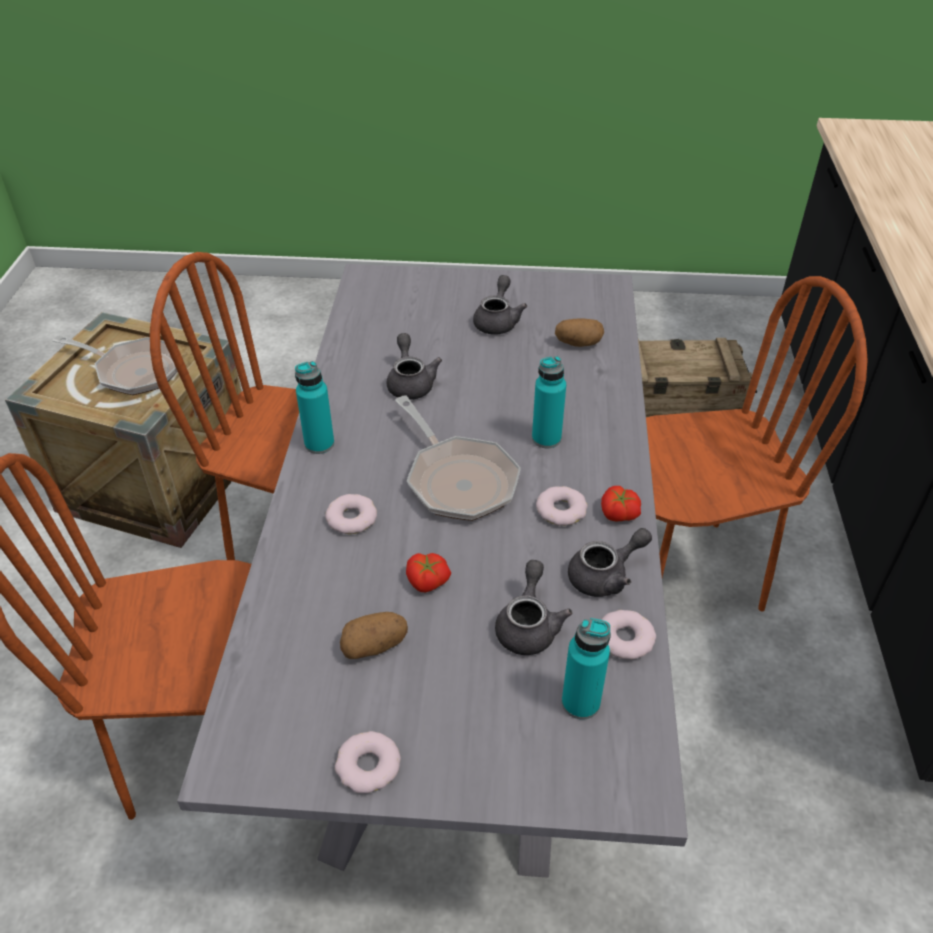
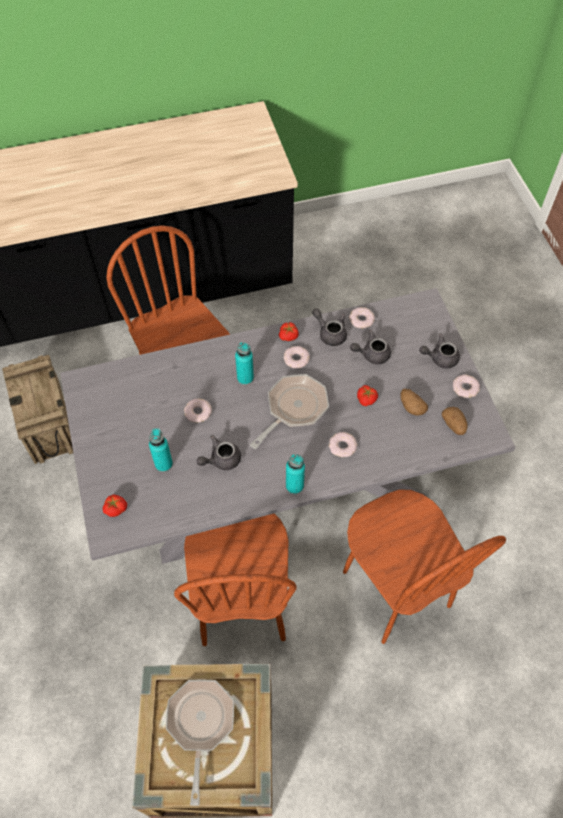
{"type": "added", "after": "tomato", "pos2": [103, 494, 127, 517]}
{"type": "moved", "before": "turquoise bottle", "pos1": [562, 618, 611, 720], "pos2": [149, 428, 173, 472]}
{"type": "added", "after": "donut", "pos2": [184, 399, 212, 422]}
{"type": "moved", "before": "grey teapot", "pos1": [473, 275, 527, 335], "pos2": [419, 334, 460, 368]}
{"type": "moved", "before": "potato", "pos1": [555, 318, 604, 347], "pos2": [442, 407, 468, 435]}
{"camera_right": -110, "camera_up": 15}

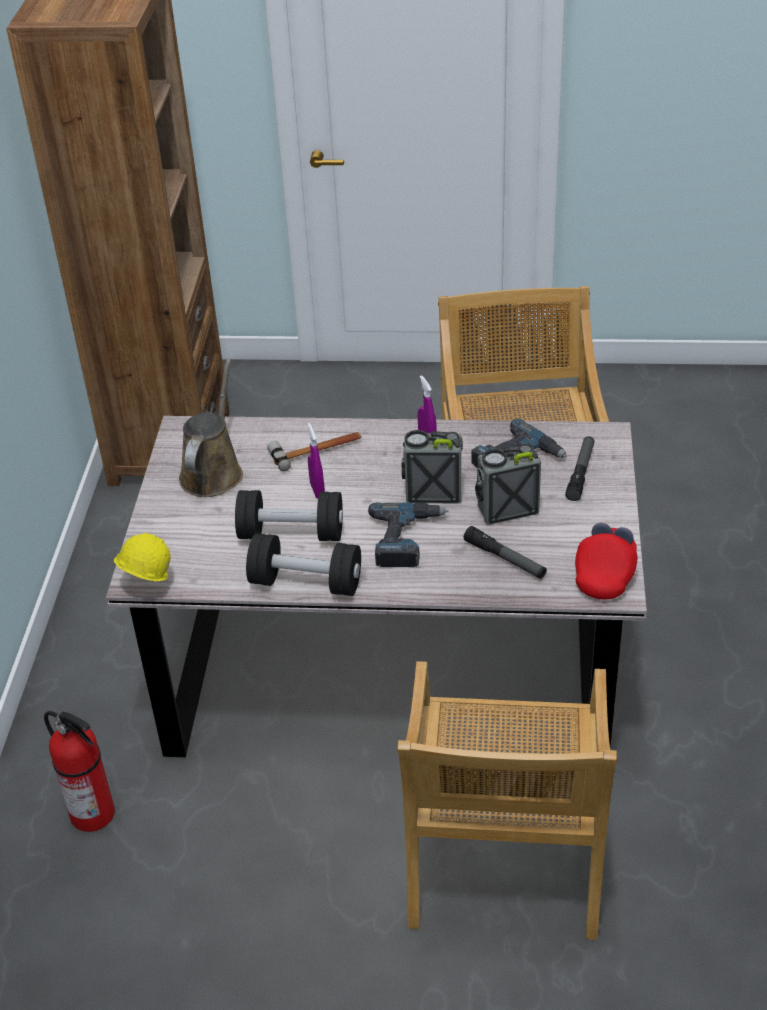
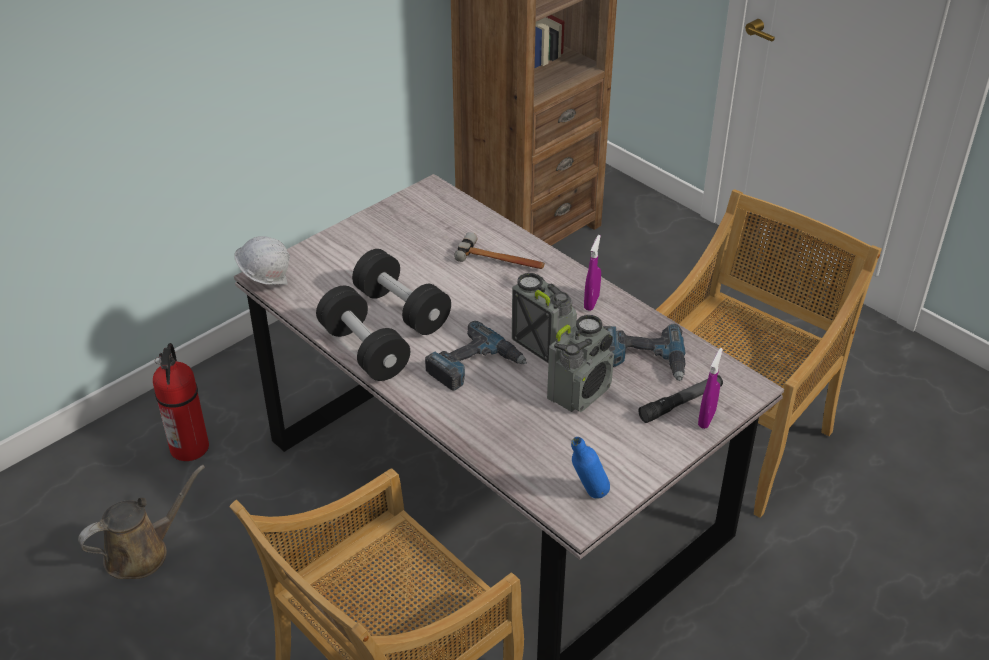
{"type": "moved", "before": "brown watering can", "pos1": [179, 358, 243, 497], "pos2": [78, 465, 205, 579]}
{"type": "recoloured", "before": "yellow hard hat", "after": "white hard hat", "pos1": [114, 533, 171, 581], "pos2": [234, 236, 290, 285]}
{"type": "turned", "before": "radio", "pos1": [475, 444, 541, 525], "pos2": [547, 315, 614, 412], "turn": 105}
{"type": "replaced", "before": "red cap", "after": "blue bottle", "pos1": [575, 523, 638, 599], "pos2": [571, 437, 610, 499]}
{"type": "moved", "before": "purple spray bottle", "pos1": [307, 423, 325, 498], "pos2": [698, 348, 723, 429]}
{"type": "removed", "before": "flashlight", "pos1": [464, 526, 547, 579]}
{"camera_right": 40, "camera_up": 0}

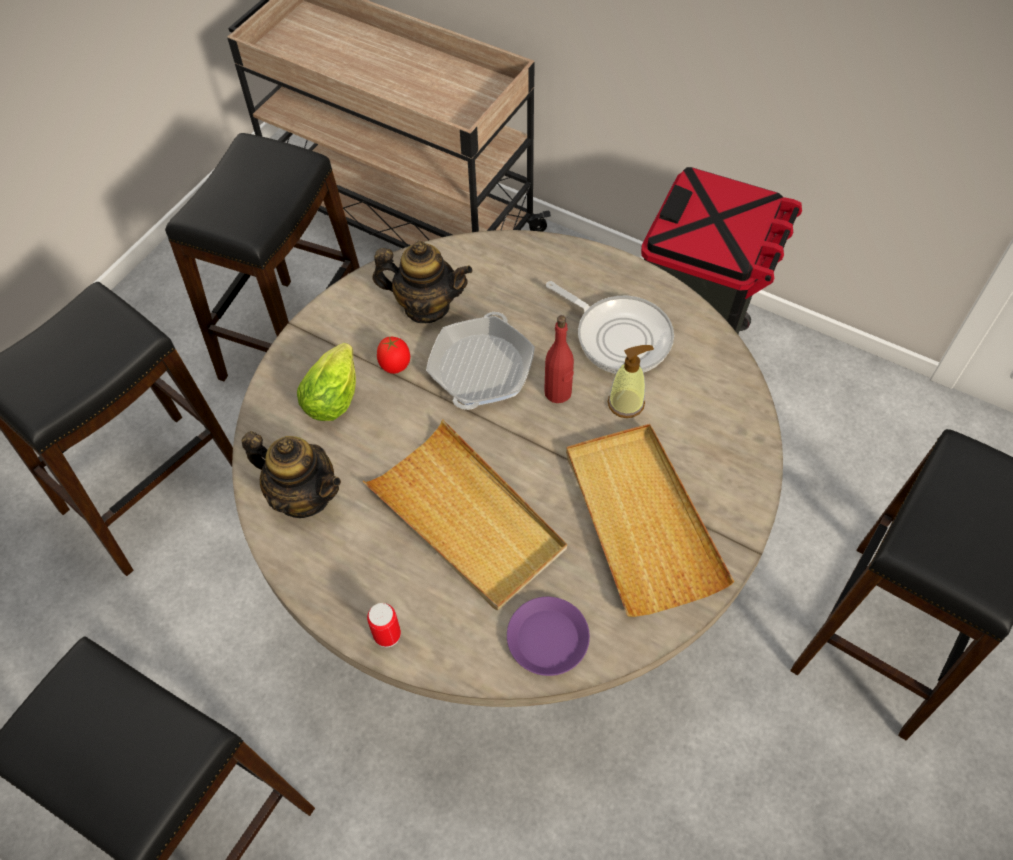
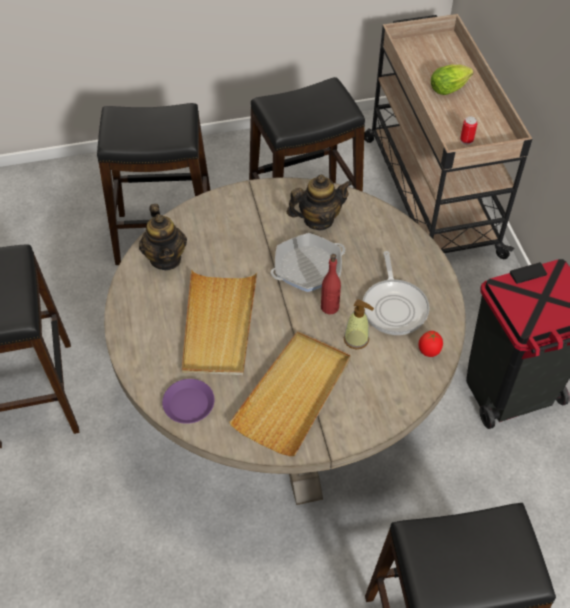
{"type": "turned", "before": "teapot", "pos1": [373, 241, 472, 323], "pos2": [287, 175, 352, 230], "turn": -75}
{"type": "moved", "before": "tomato", "pos1": [377, 337, 410, 374], "pos2": [418, 331, 443, 357]}
{"type": "moved", "before": "lettuce", "pos1": [297, 343, 356, 421], "pos2": [431, 65, 473, 95]}
{"type": "moved", "before": "can", "pos1": [367, 603, 401, 648], "pos2": [460, 117, 477, 145]}
{"camera_right": 45, "camera_up": -5}

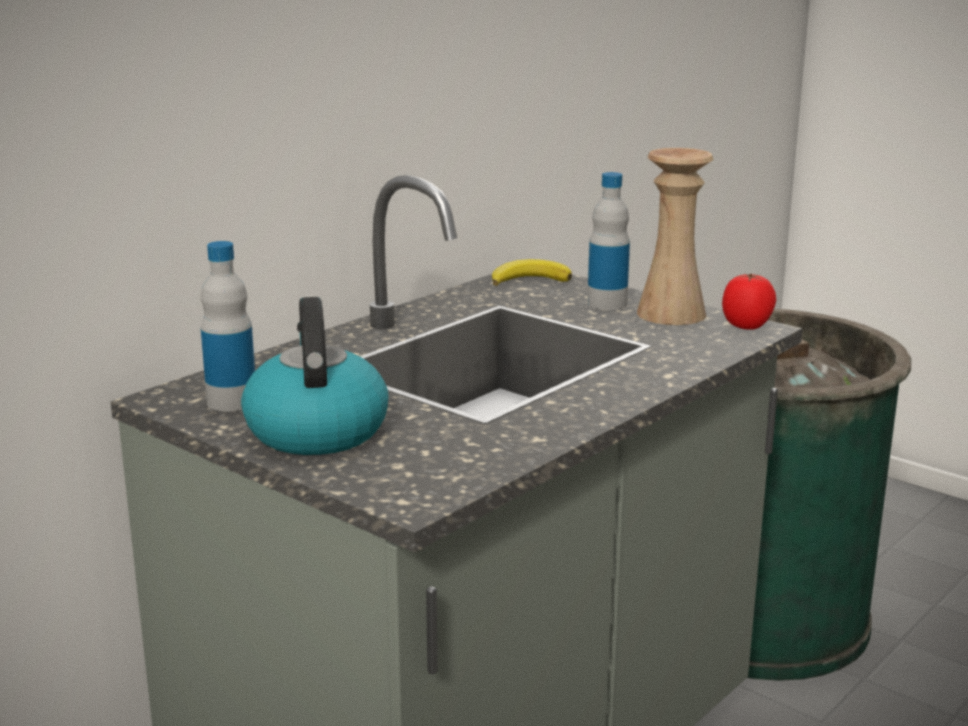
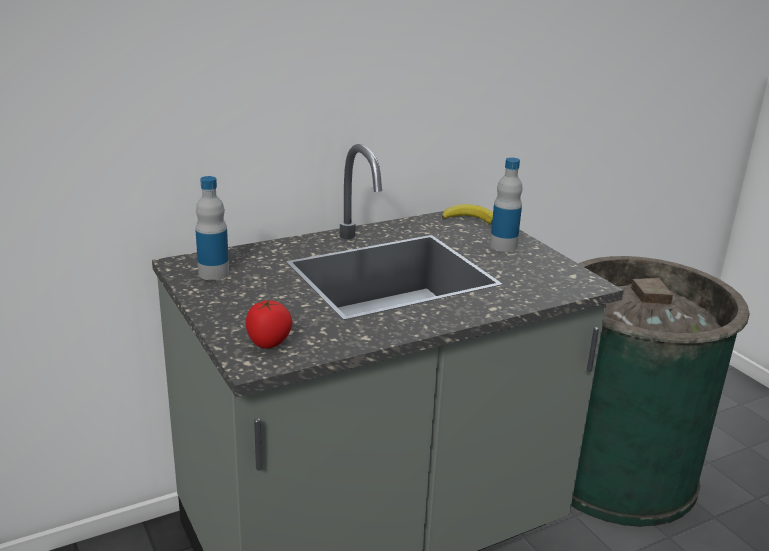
{"type": "moved", "before": "tomato", "pos1": [722, 274, 776, 330], "pos2": [245, 300, 293, 349]}
{"type": "removed", "before": "kettle", "pos1": [241, 297, 389, 455]}
{"type": "removed", "before": "beige vase", "pos1": [637, 148, 714, 325]}
{"camera_right": 20, "camera_up": 5}

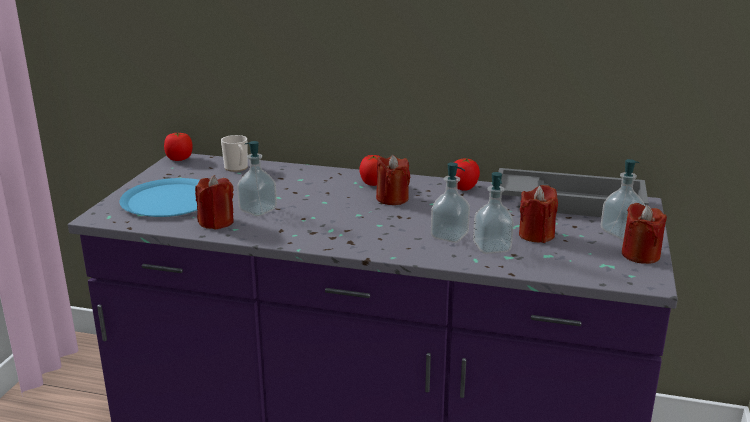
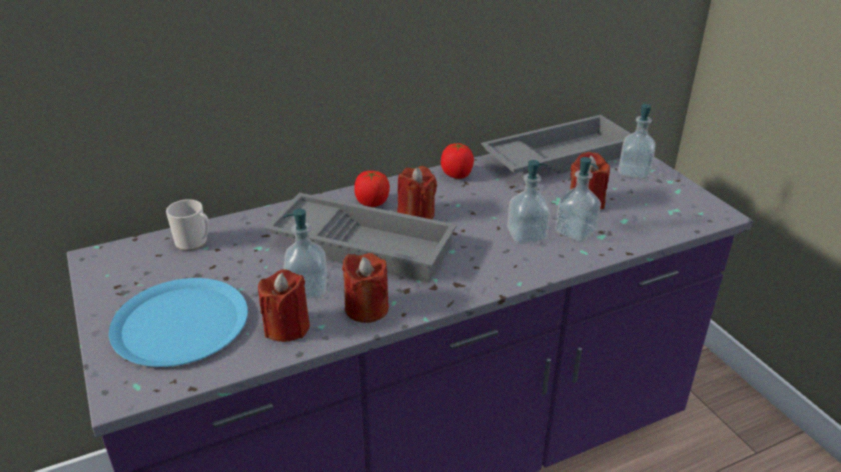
{"type": "added", "after": "grey tray", "pos2": [264, 192, 457, 283]}
{"type": "moved", "before": "red candle", "pos1": [622, 203, 667, 264], "pos2": [342, 253, 389, 323]}
{"type": "removed", "before": "tomato", "pos1": [164, 133, 193, 161]}
{"camera_right": -40, "camera_up": 10}

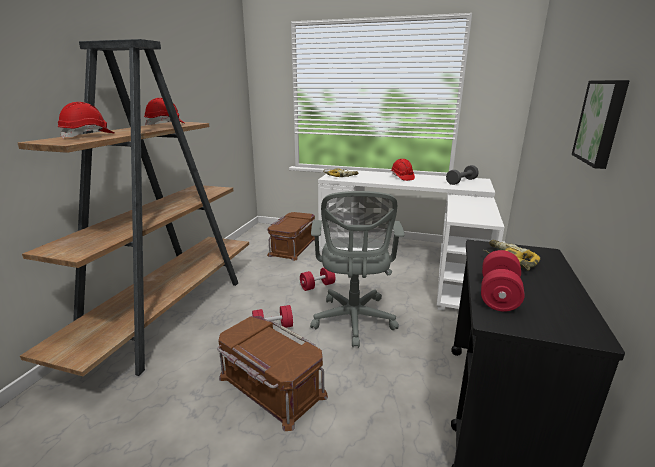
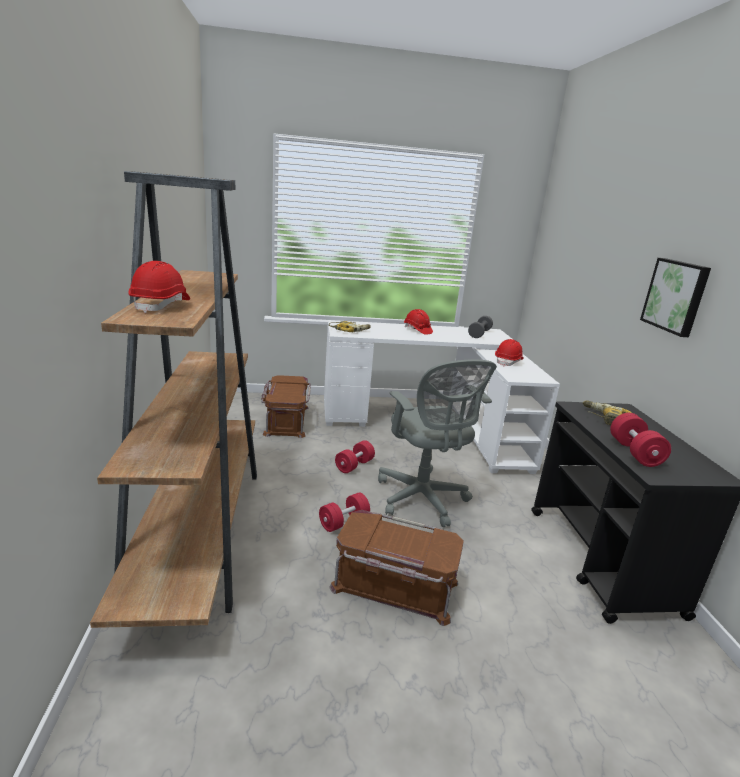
{"type": "moved", "before": "red hard hat", "pos1": [144, 98, 184, 126], "pos2": [495, 339, 524, 367]}
{"camera_right": -25, "camera_up": 0}

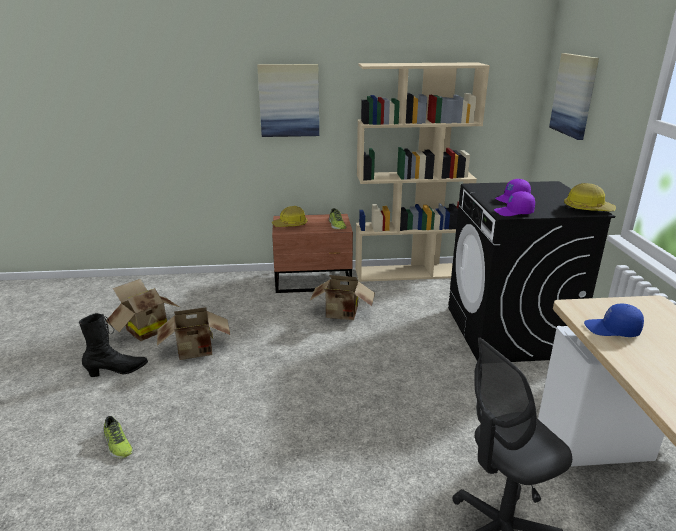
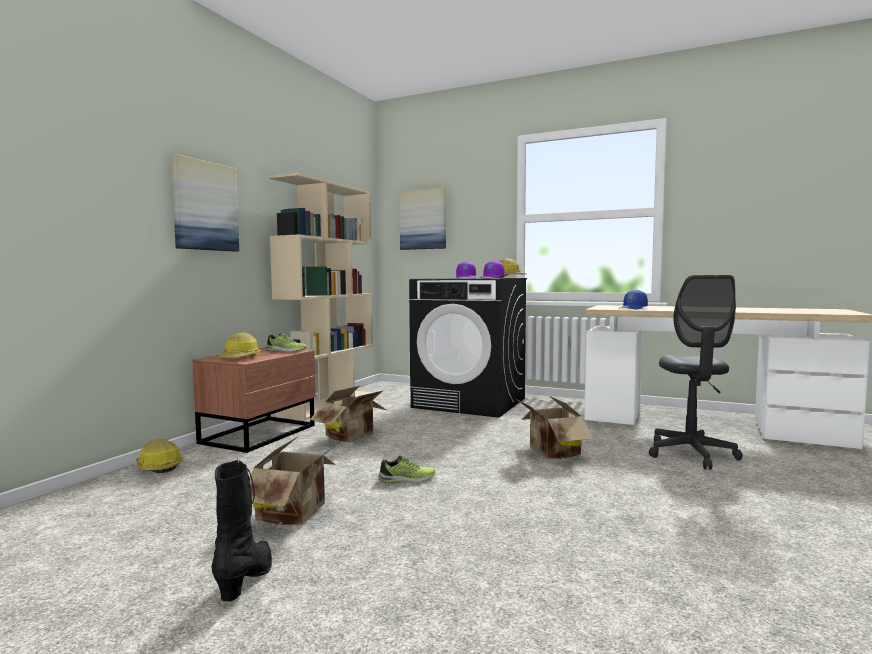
{"type": "added", "after": "hard hat", "pos2": [136, 439, 183, 473]}
{"type": "moved", "before": "shoe", "pos1": [103, 416, 133, 458], "pos2": [378, 455, 435, 483]}
{"type": "moved", "before": "cardboard box", "pos1": [106, 279, 180, 341], "pos2": [515, 395, 594, 459]}
{"camera_right": -60, "camera_up": -20}

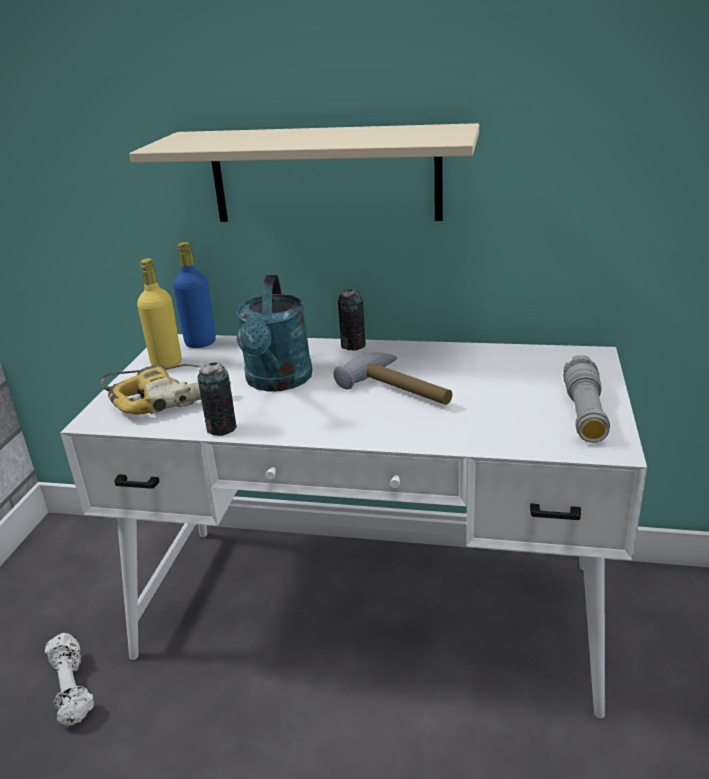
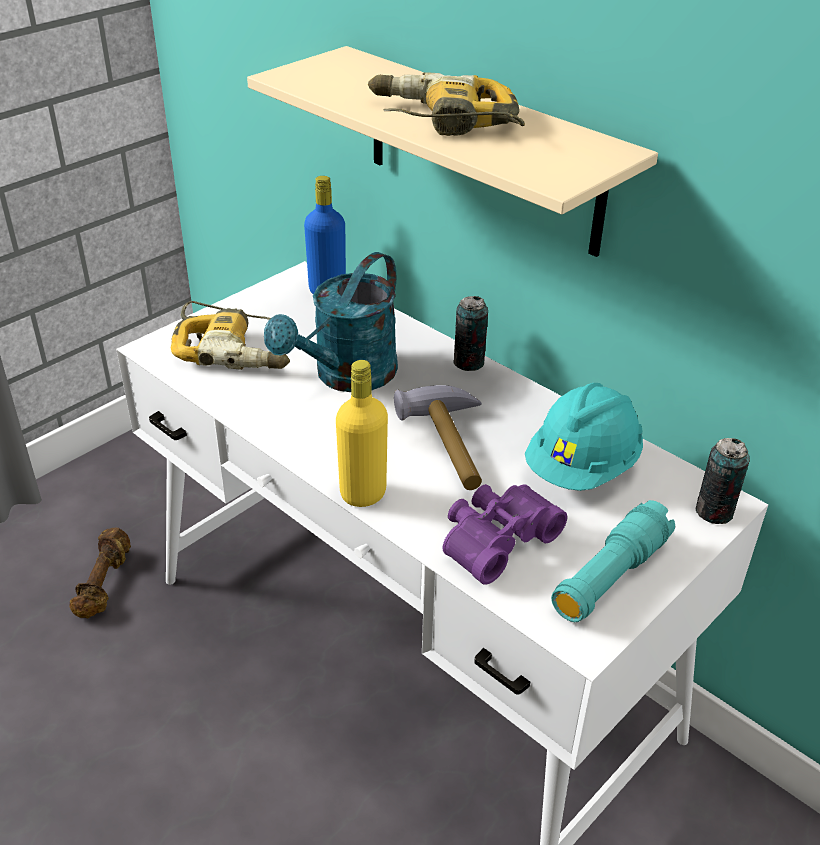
{"type": "recoloured", "before": "white dumbbell", "after": "brown dumbbell", "pos1": [45, 633, 94, 726], "pos2": [69, 527, 131, 618]}
{"type": "moved", "before": "yellow bottle", "pos1": [137, 258, 181, 370], "pos2": [336, 360, 388, 507]}
{"type": "added", "after": "power drill", "pos2": [368, 72, 525, 136]}
{"type": "added", "after": "purple binoculars", "pos2": [443, 484, 567, 585]}
{"type": "added", "after": "turquoise hard hat", "pos2": [525, 383, 643, 491]}
{"type": "recoloured", "before": "grey flashlight", "after": "turquoise flashlight", "pos1": [563, 355, 610, 443], "pos2": [551, 500, 675, 622]}
{"type": "moved", "before": "can", "pos1": [198, 362, 237, 436], "pos2": [696, 438, 750, 524]}
{"camera_right": 30, "camera_up": 10}

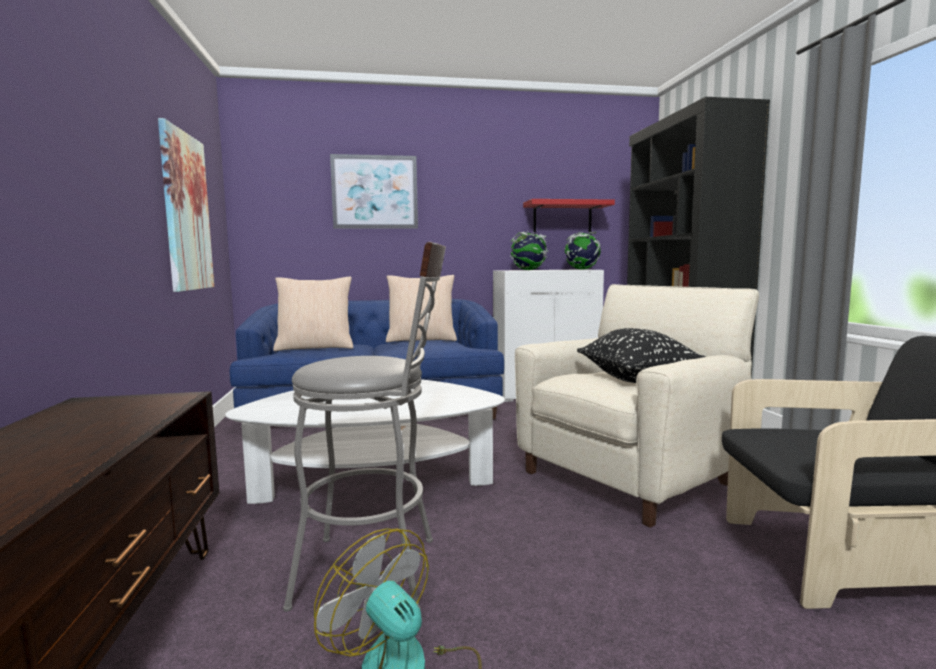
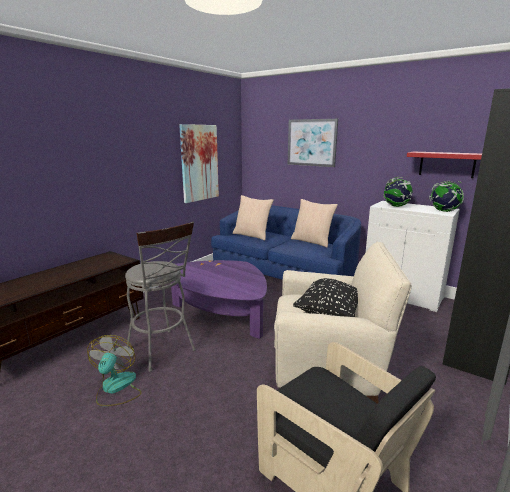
{"type": "recoloured", "before": "white coffee table", "after": "purple coffee table", "pos1": [226, 379, 505, 504], "pos2": [171, 260, 267, 339]}
{"camera_right": 45, "camera_up": 10}

